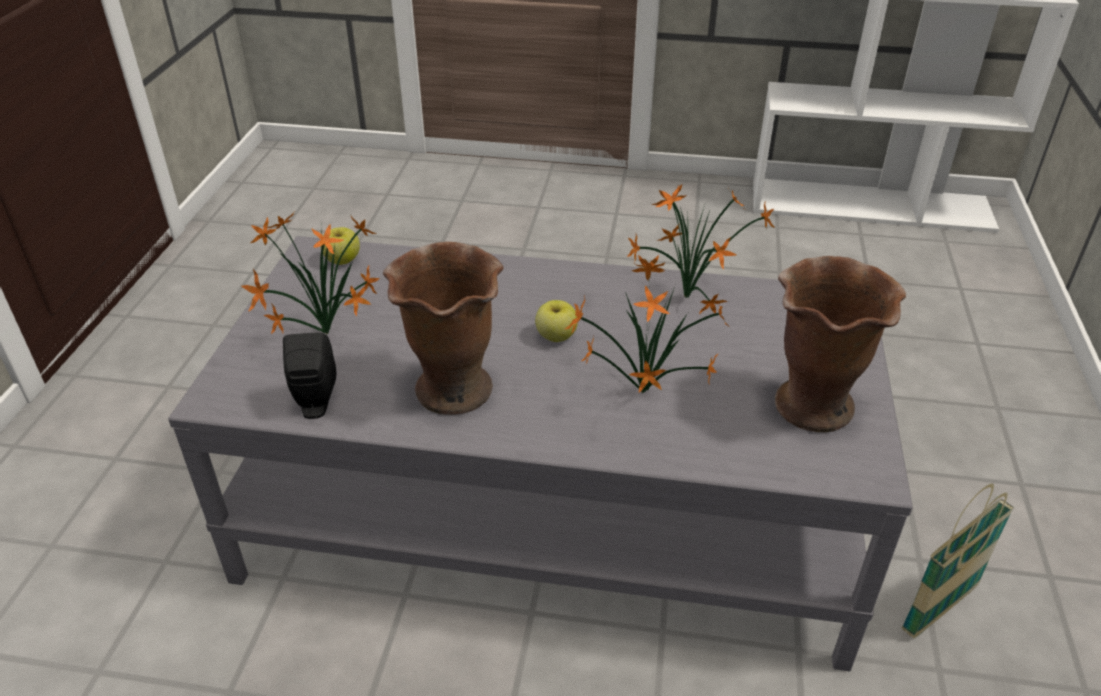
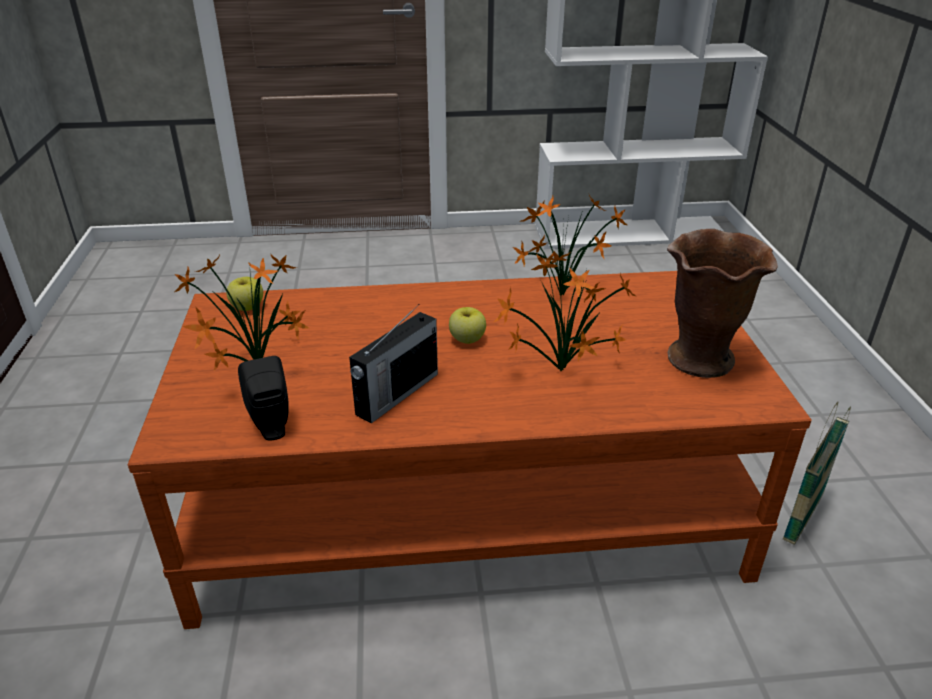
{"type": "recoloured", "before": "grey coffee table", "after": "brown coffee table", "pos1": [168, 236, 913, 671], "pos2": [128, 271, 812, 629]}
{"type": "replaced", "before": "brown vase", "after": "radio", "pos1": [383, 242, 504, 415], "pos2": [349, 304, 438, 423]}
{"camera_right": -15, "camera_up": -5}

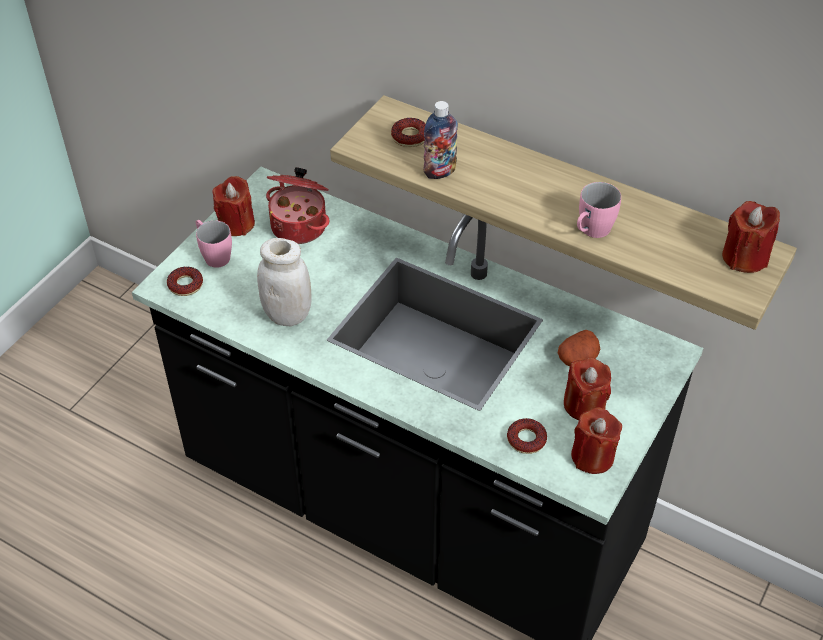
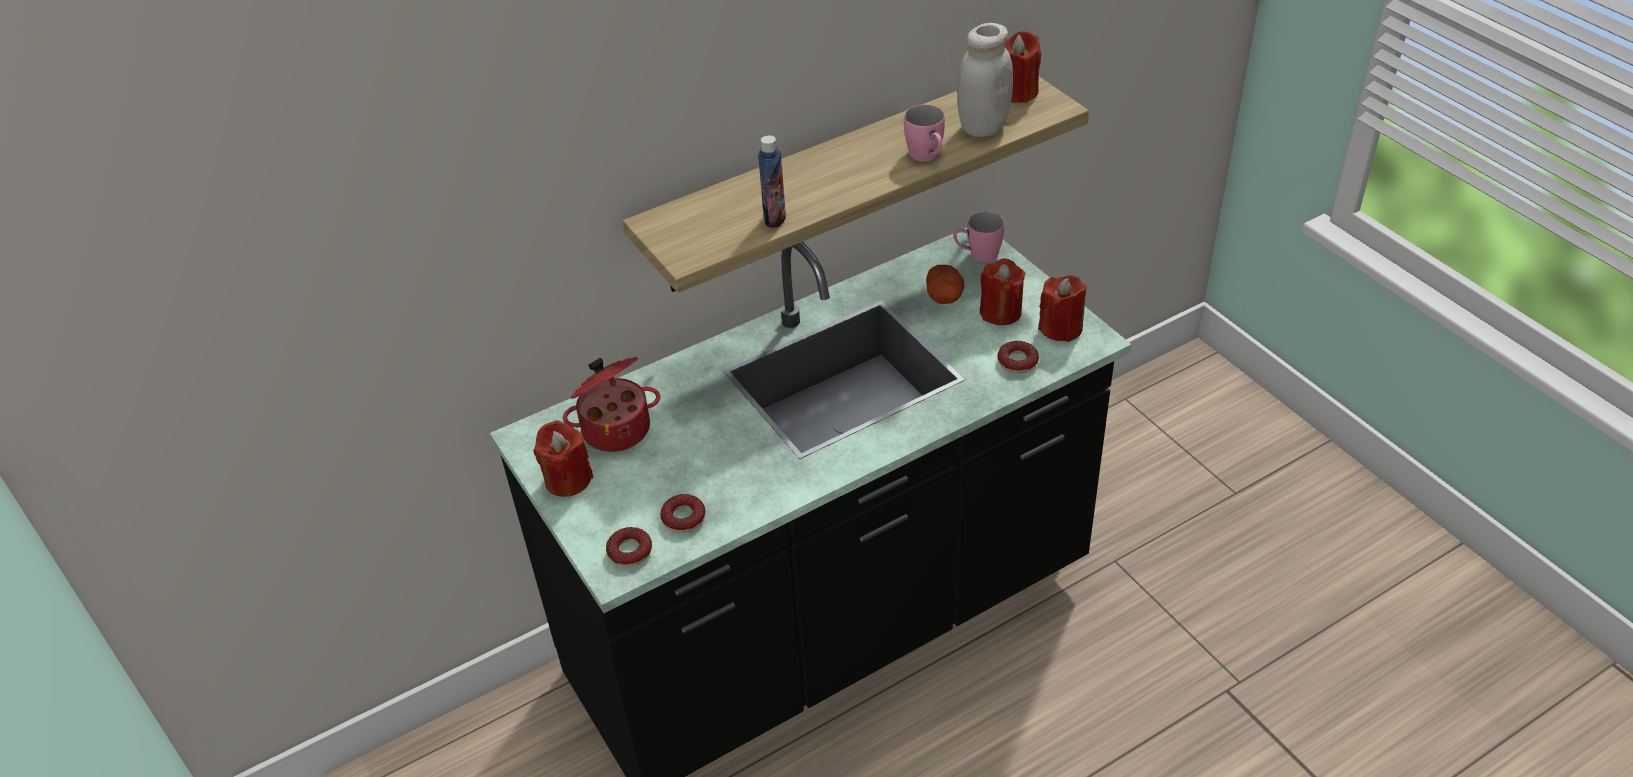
{"type": "moved", "before": "donut", "pos1": [391, 118, 426, 147], "pos2": [660, 494, 706, 532]}
{"type": "moved", "before": "pink mug", "pos1": [196, 220, 232, 268], "pos2": [953, 211, 1004, 262]}
{"type": "moved", "before": "white jar", "pos1": [257, 238, 312, 326], "pos2": [957, 23, 1013, 137]}
{"camera_right": -60, "camera_up": -5}

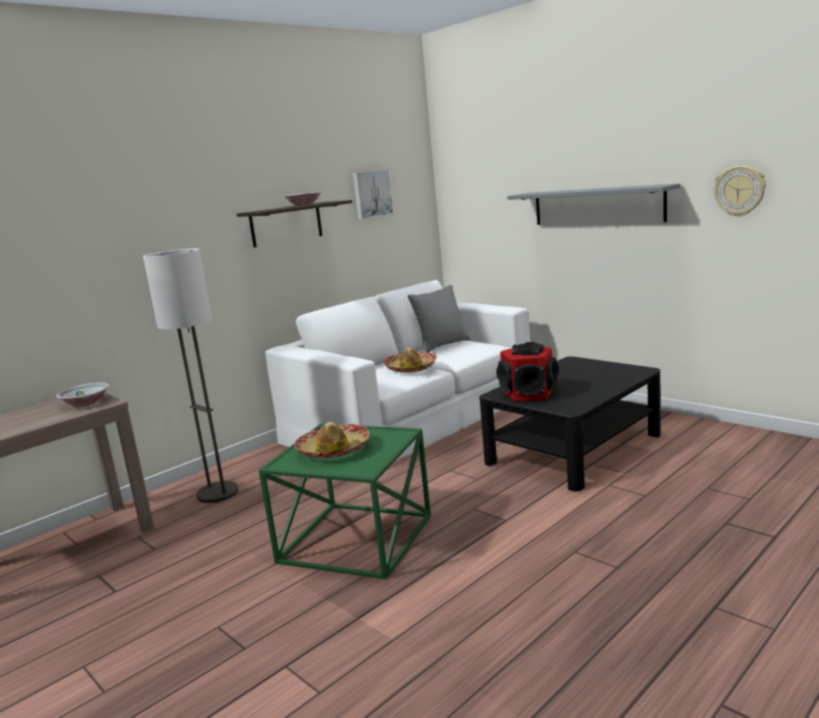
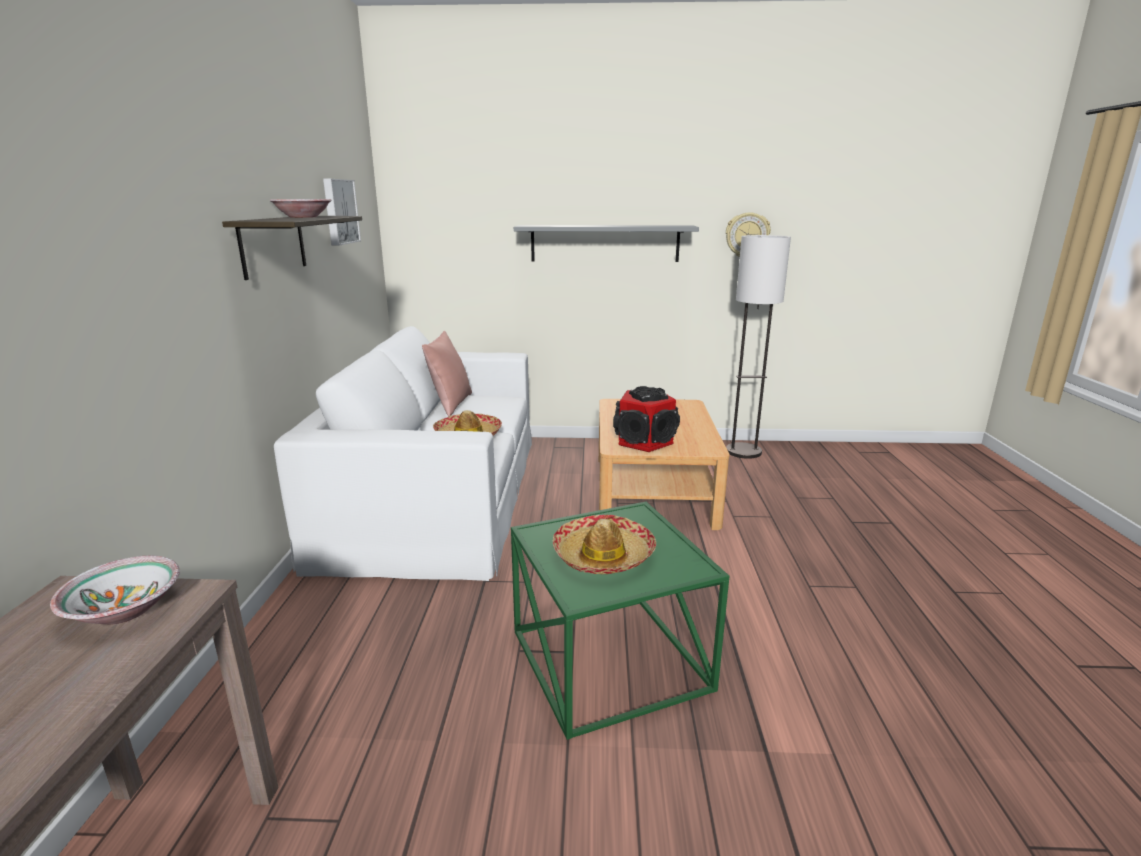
{"type": "recoloured", "before": "grey pillow", "after": "pink pillow", "pos1": [407, 285, 470, 353], "pos2": [422, 331, 472, 416]}
{"type": "recoloured", "before": "black coffee table", "after": "beige coffee table", "pos1": [479, 356, 660, 491], "pos2": [599, 399, 730, 530]}
{"type": "moved", "before": "floor lamp", "pos1": [143, 248, 238, 503], "pos2": [726, 235, 791, 459]}
{"camera_right": -45, "camera_up": 5}

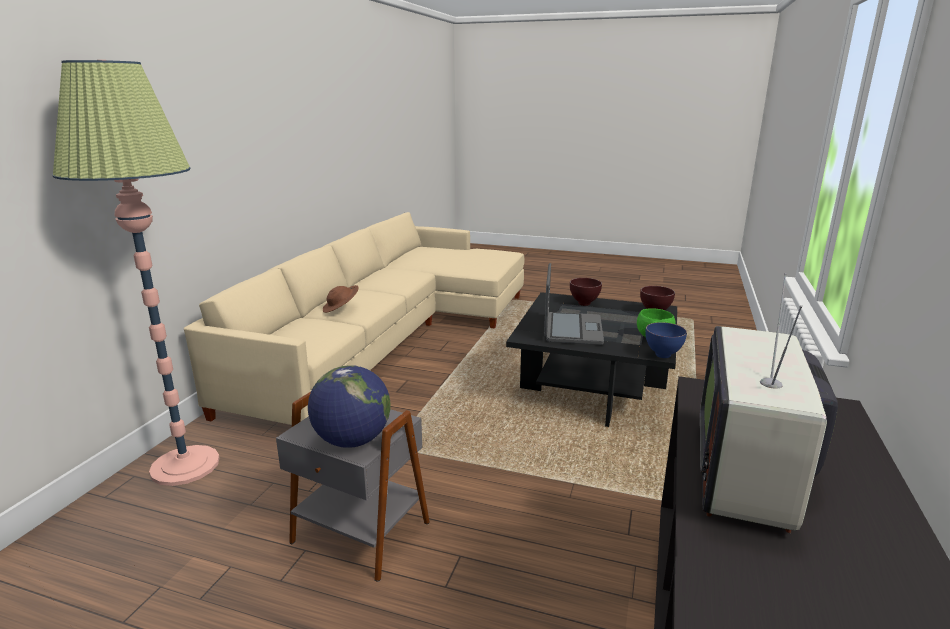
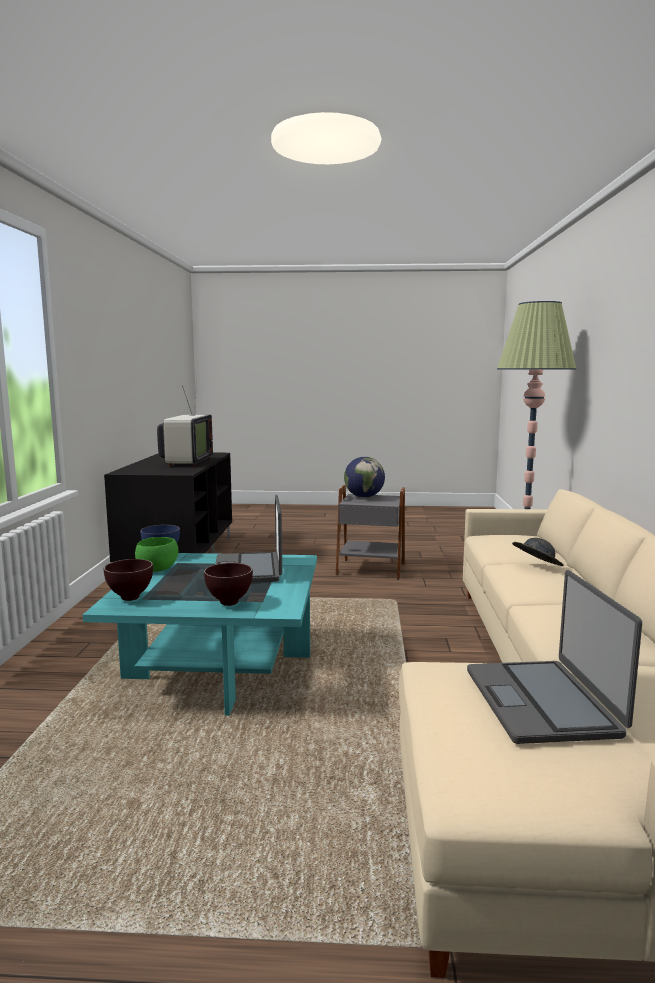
{"type": "recoloured", "before": "black coffee table", "after": "turquoise coffee table", "pos1": [506, 292, 677, 427], "pos2": [83, 553, 317, 716]}
{"type": "added", "after": "laptop", "pos2": [467, 570, 642, 744]}
{"type": "recoloured", "before": "brown hat", "after": "grey hat", "pos1": [323, 285, 359, 313], "pos2": [512, 538, 564, 566]}
{"camera_right": 165, "camera_up": -10}

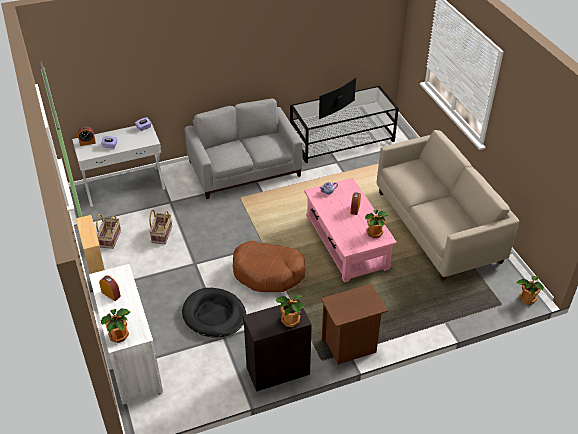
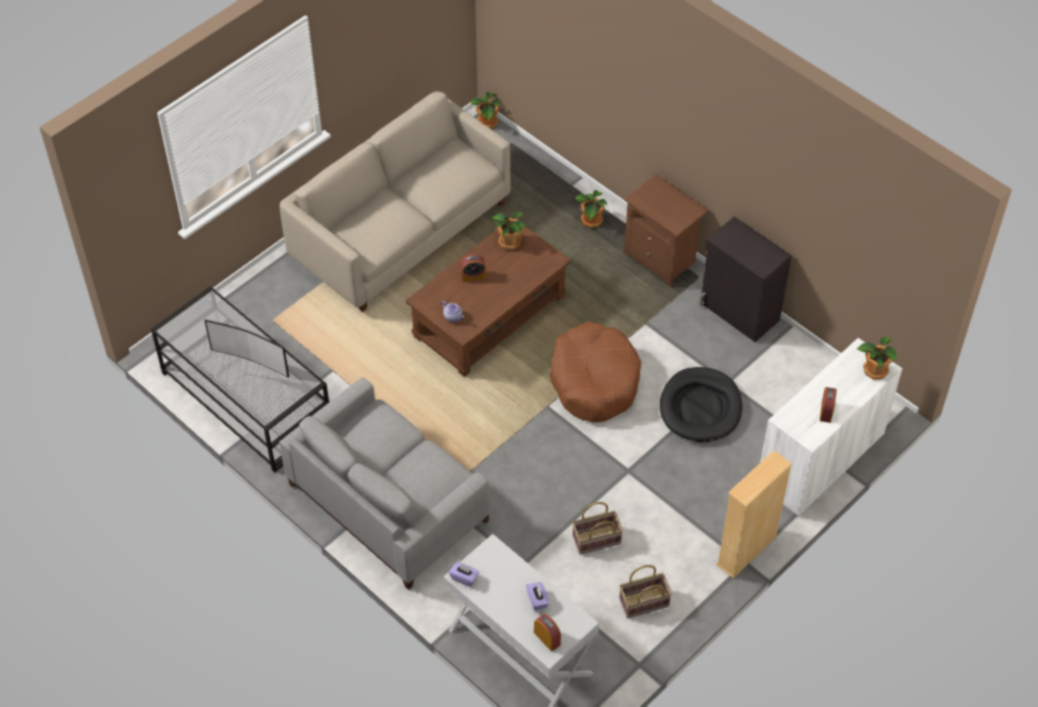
{"type": "recoloured", "before": "pink coffee table", "after": "brown coffee table", "pos1": [304, 178, 397, 282], "pos2": [405, 218, 571, 377]}
{"type": "moved", "before": "potted plant", "pos1": [275, 295, 305, 327], "pos2": [575, 190, 607, 228]}
{"camera_right": -115, "camera_up": 10}

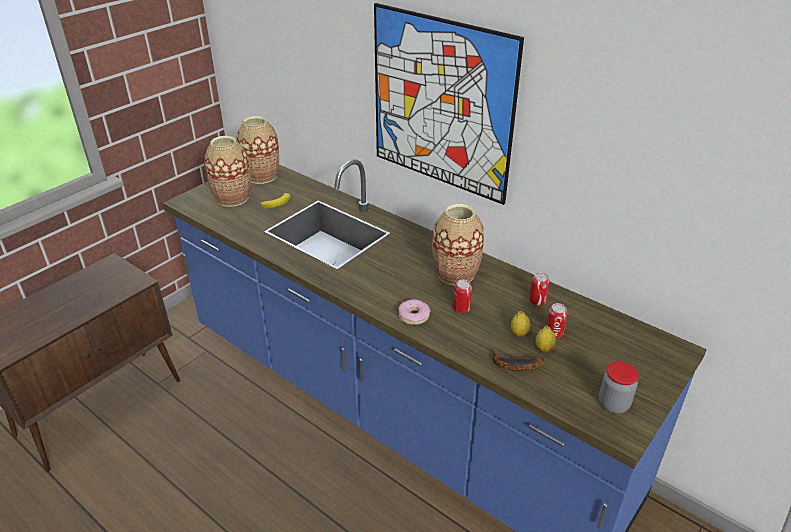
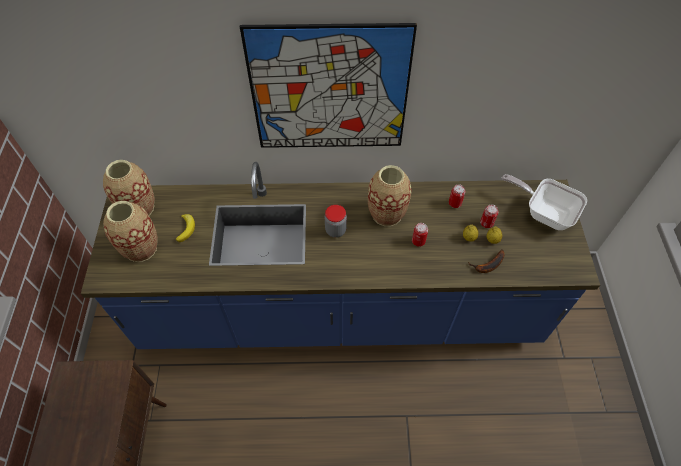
{"type": "moved", "before": "jar", "pos1": [599, 362, 639, 413], "pos2": [325, 205, 347, 238]}
{"type": "added", "after": "frying pan", "pos2": [502, 174, 587, 230]}
{"type": "removed", "before": "donut", "pos1": [398, 299, 430, 325]}
{"camera_right": -40, "camera_up": 20}

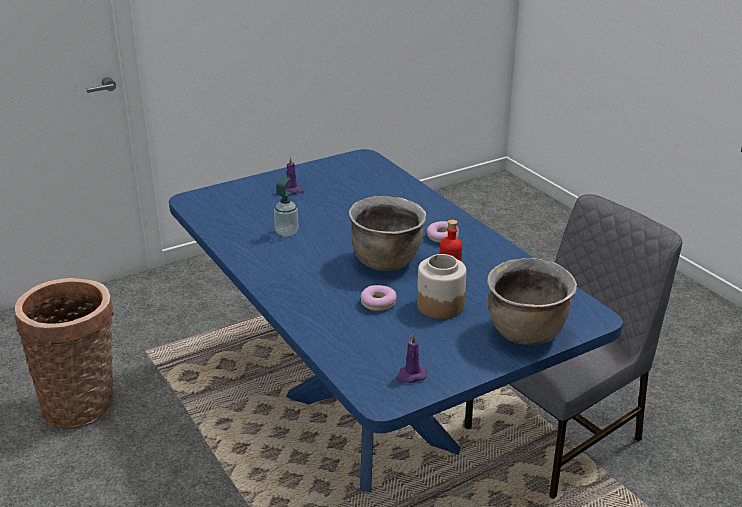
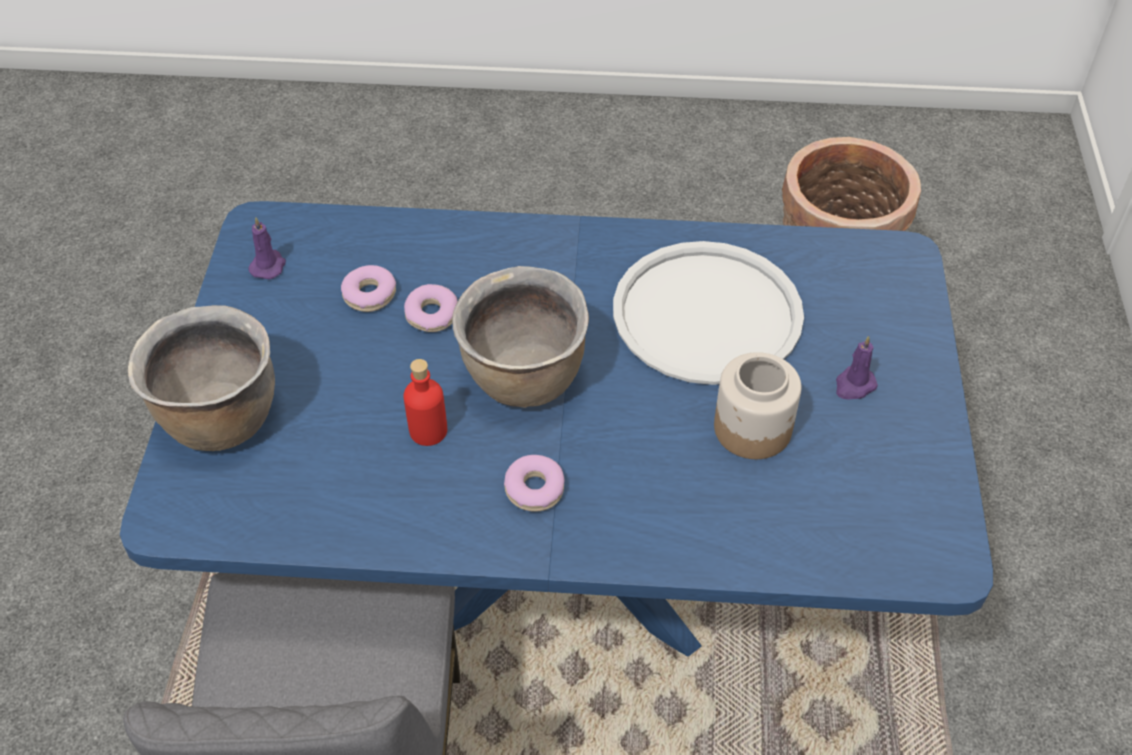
{"type": "added", "after": "donut", "pos2": [341, 265, 396, 312]}
{"type": "replaced", "before": "soap dispenser", "after": "white tray", "pos1": [274, 176, 298, 237], "pos2": [613, 241, 804, 385]}
{"type": "moved", "before": "jar", "pos1": [417, 254, 466, 319], "pos2": [714, 352, 801, 459]}
{"camera_right": 125, "camera_up": 20}

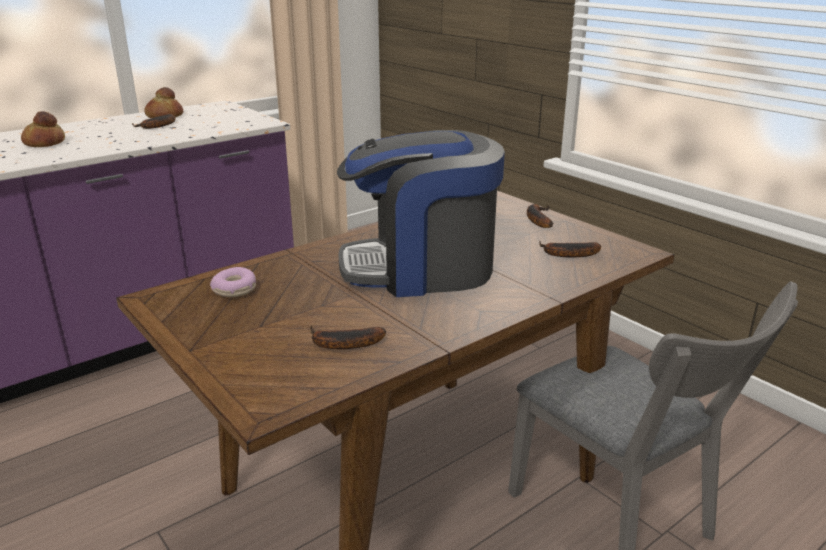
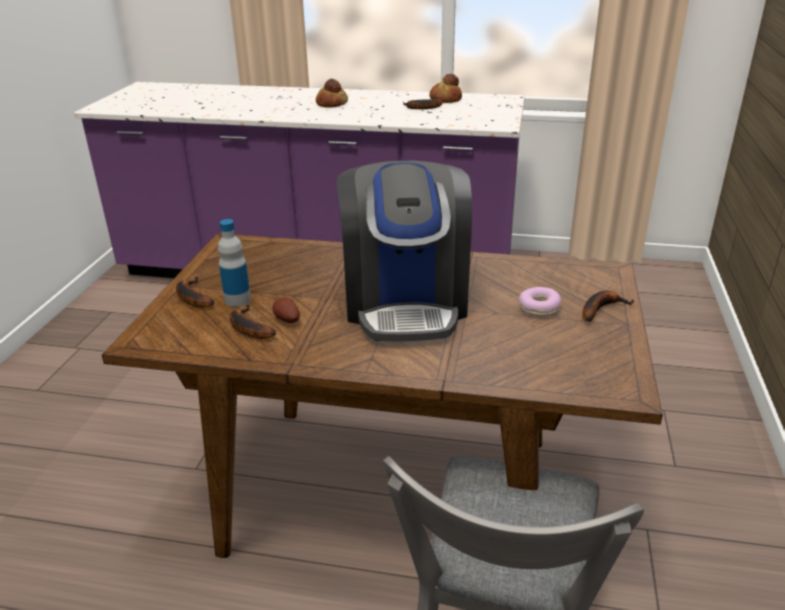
{"type": "moved", "before": "banana", "pos1": [539, 241, 601, 258], "pos2": [176, 276, 214, 308]}
{"type": "added", "after": "bottle", "pos2": [218, 219, 251, 307]}
{"type": "added", "after": "potato", "pos2": [272, 297, 300, 323]}
{"type": "turned", "before": "coffee machine", "pos1": [337, 130, 505, 297], "pos2": [336, 161, 472, 341], "turn": -135}
{"type": "moved", "before": "donut", "pos1": [210, 267, 256, 297], "pos2": [518, 287, 561, 316]}
{"camera_right": 50, "camera_up": 5}

